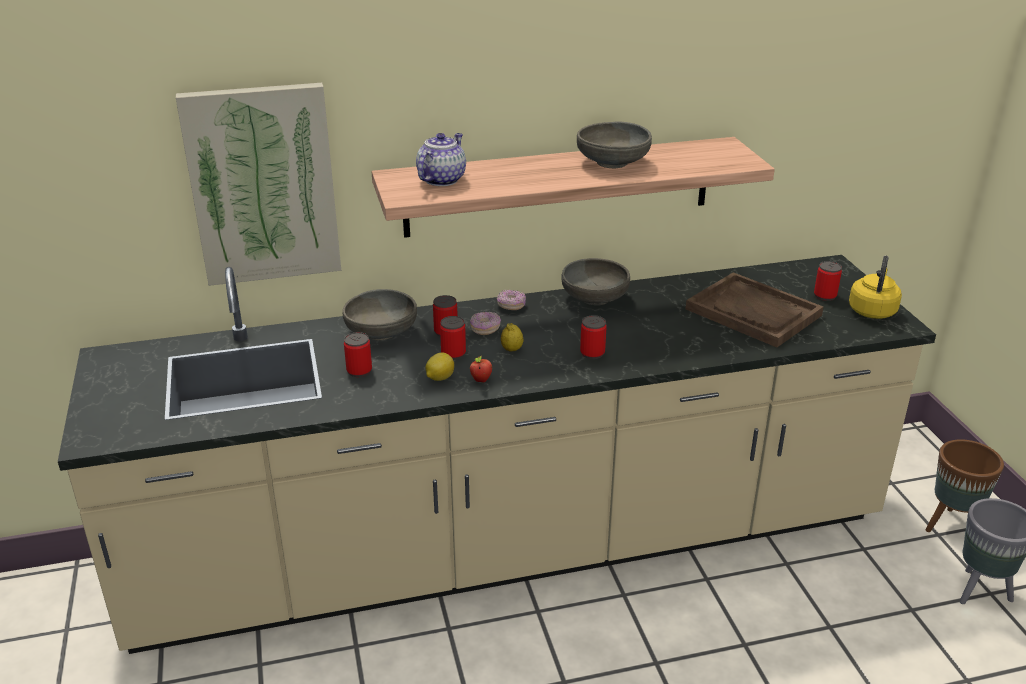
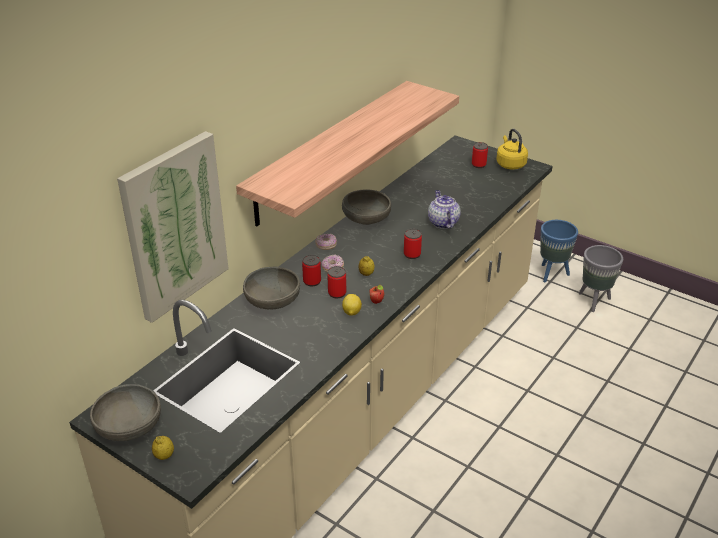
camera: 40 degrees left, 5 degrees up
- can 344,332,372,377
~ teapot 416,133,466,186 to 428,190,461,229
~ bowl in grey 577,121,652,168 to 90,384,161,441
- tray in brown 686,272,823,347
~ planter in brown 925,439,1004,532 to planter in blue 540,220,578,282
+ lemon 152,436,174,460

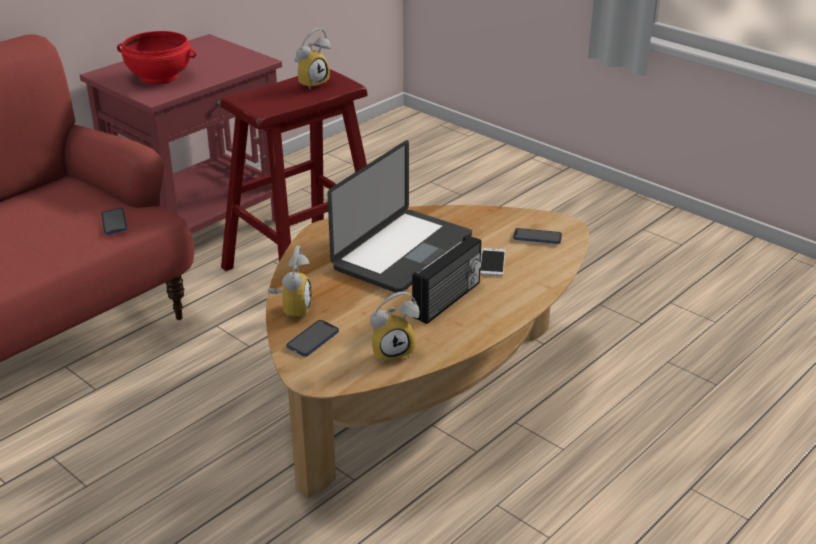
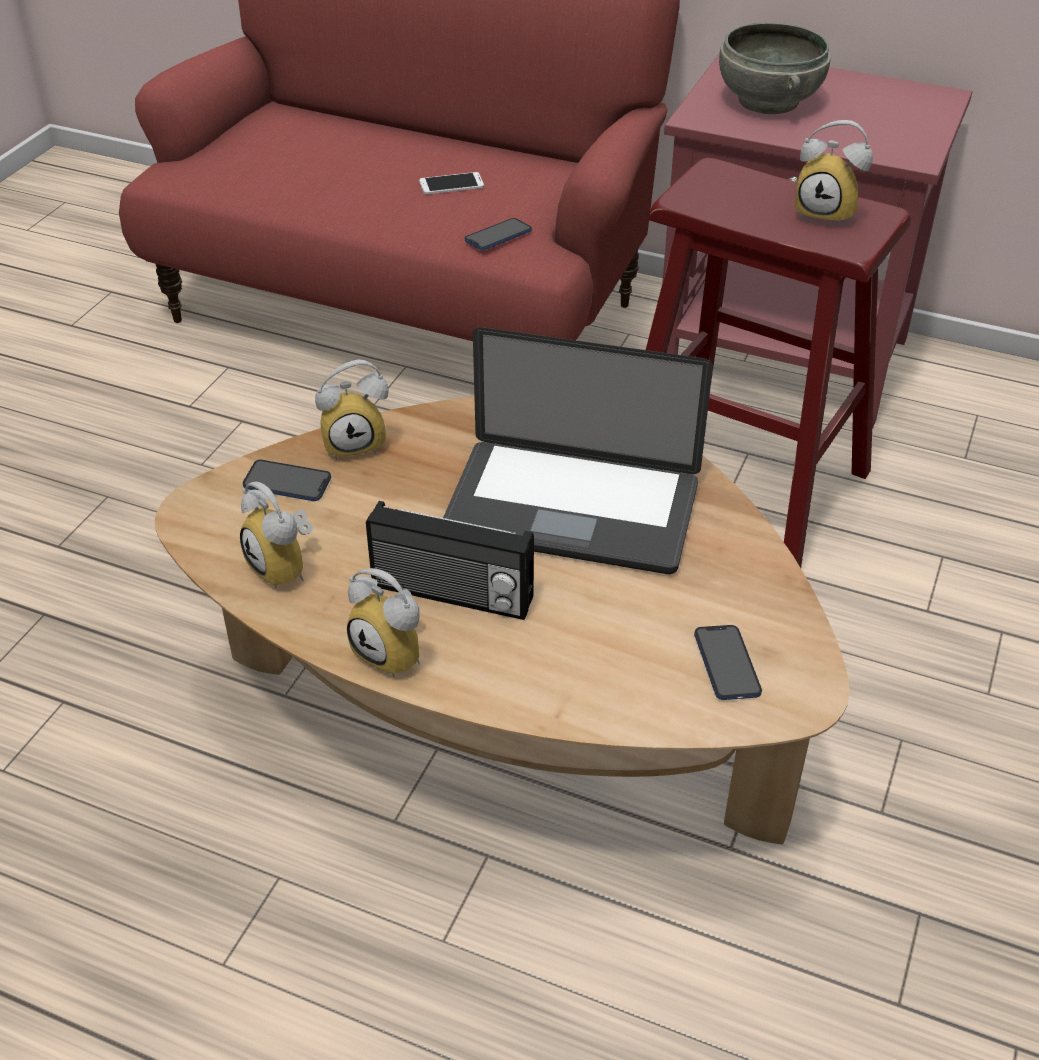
camera: 70 degrees right, 10 degrees up
~ bowl in red 117,31,197,84 to bowl in grey 719,22,830,114
~ phone 480,248,505,276 to 419,172,484,194
+ alarm clock 347,568,420,677

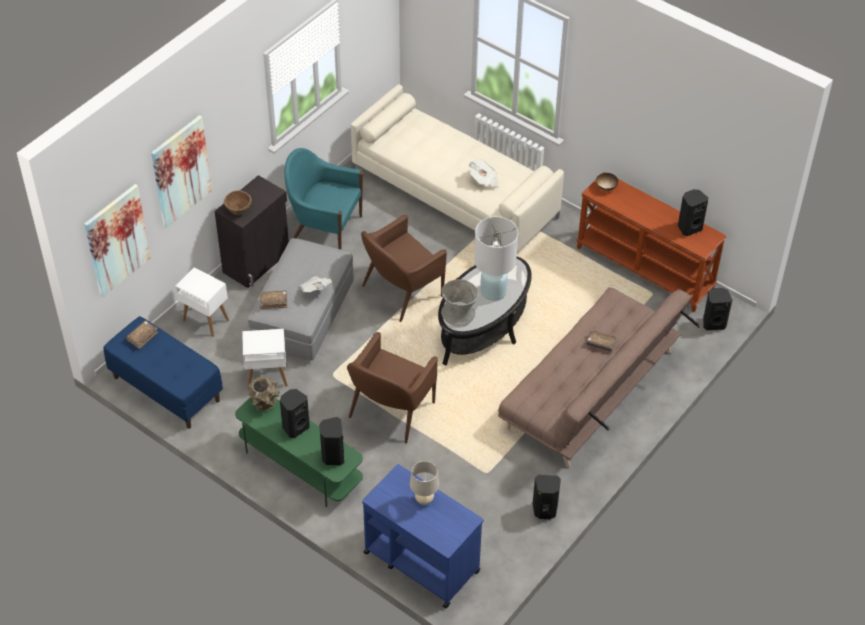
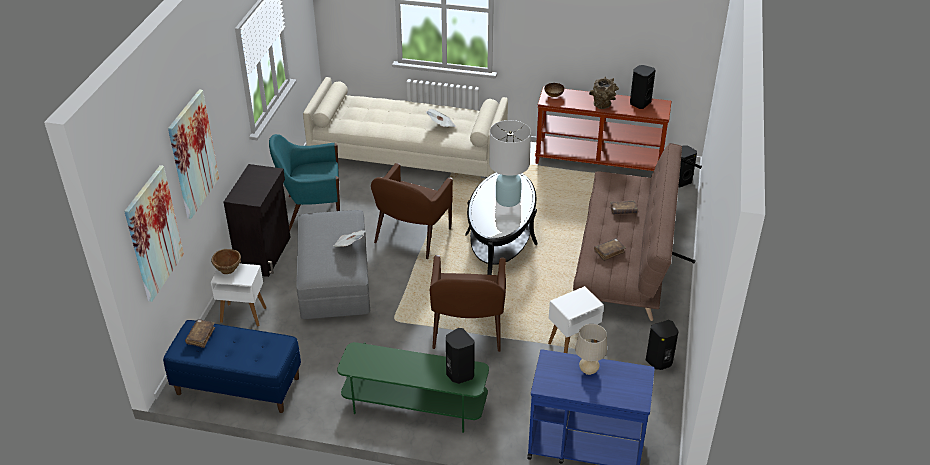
camera: 25 degrees left, 10 degrees down
~ bowl in brown 224,190,252,215 to 211,249,241,274
~ side table in white 242,329,288,389 to 548,286,604,353
~ vase in brown 248,377,280,411 to 589,77,619,109
~ book in brown 260,291,287,309 to 594,238,626,261
- speaker in black 280,389,310,438
- vase in grey 441,279,479,326

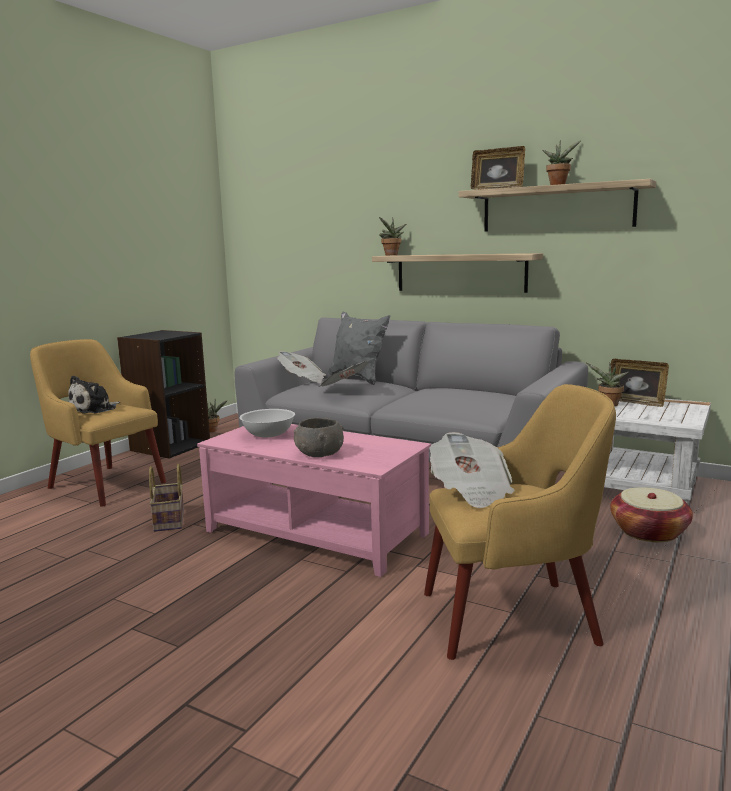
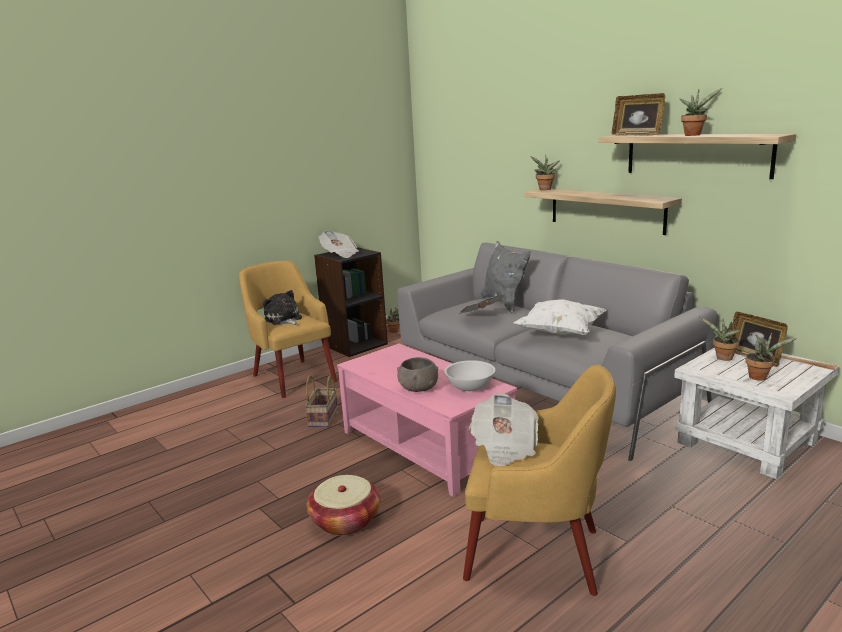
camera: 20 degrees right, 5 degrees up
~ plush toy 68,376,120,414 = 263,290,302,325 90 degrees clockwise
~ bowl in white 240,409,295,437 to 444,360,495,391
~ newspaper 278,351,326,383 to 318,231,359,258
~ basket 610,487,693,542 to 307,475,381,536
+ pillow in white 514,300,607,335
+ potted plant 745,332,797,381

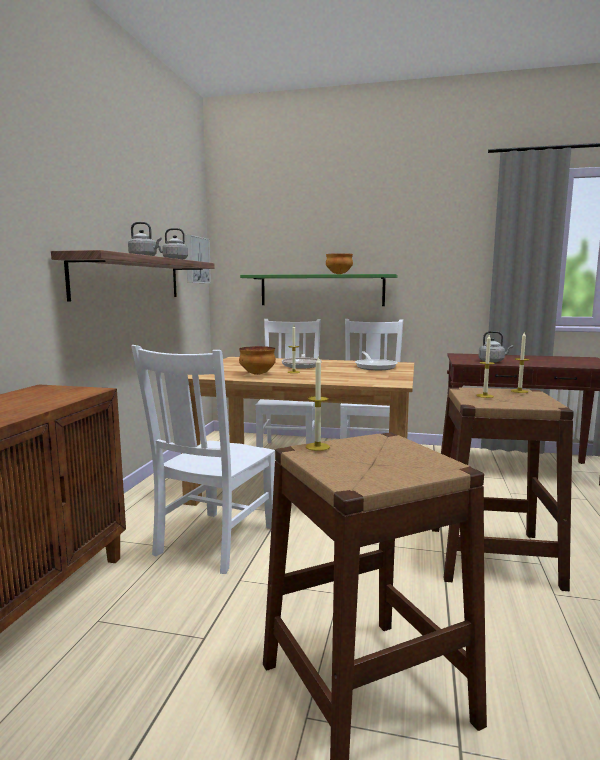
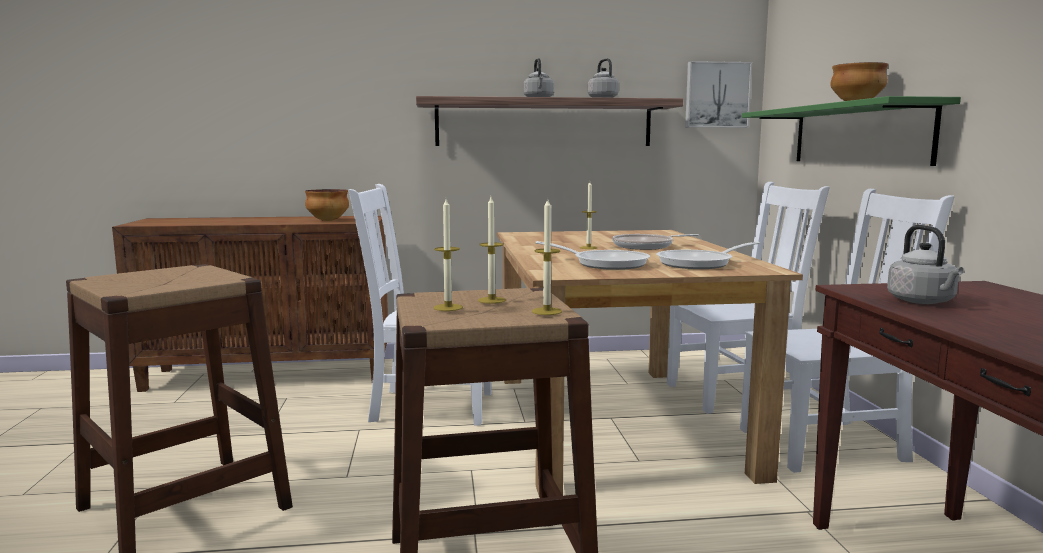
camera: 70 degrees right, 0 degrees up
~ bowl 239,346,276,375 to 305,189,349,221
~ candle 306,357,330,451 to 433,199,463,311
+ frying pan 535,241,650,270

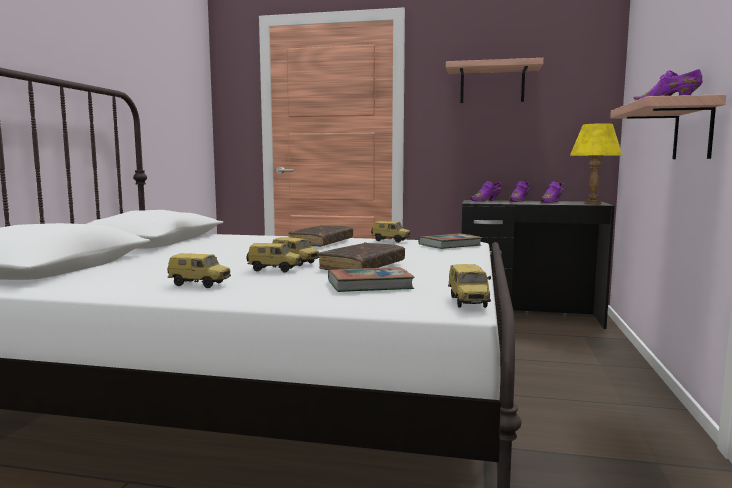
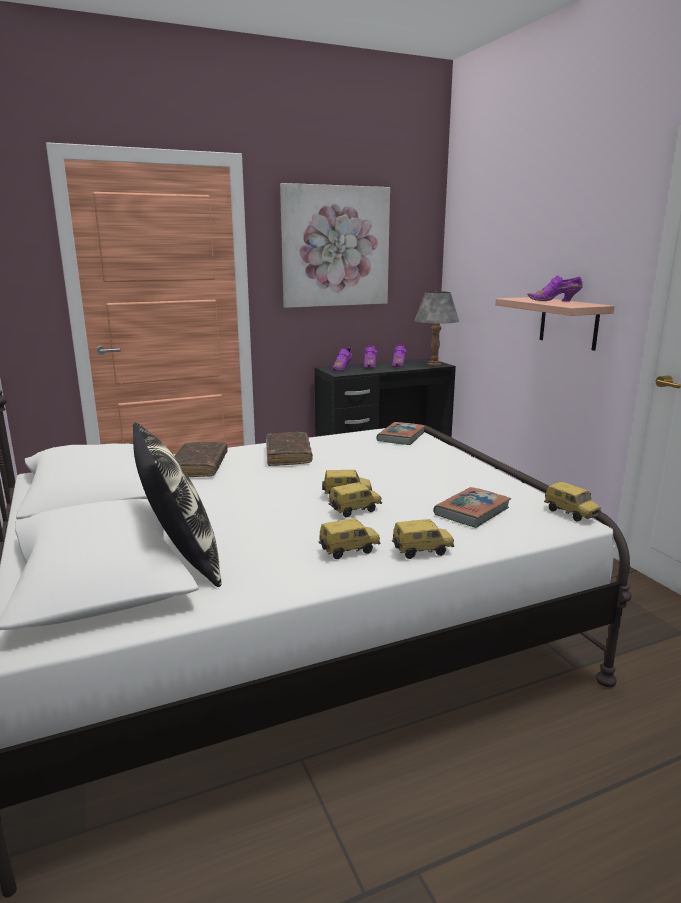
camera: 35 degrees left, 10 degrees up
~ book in brown 319,242,405,270 to 175,442,228,477
~ toy car 371,221,411,243 to 392,519,454,559
~ shelf 446,58,544,103 to picture 280,183,390,308
~ table lamp in yellow 570,123,622,204 to table lamp in grey 414,291,459,366
+ pillow 133,422,222,587

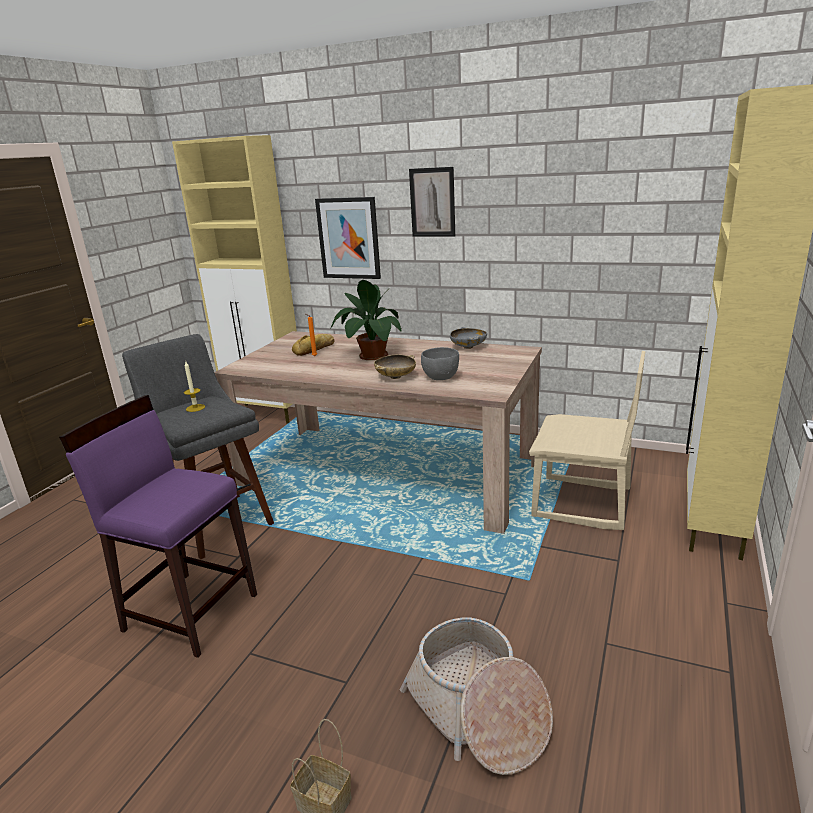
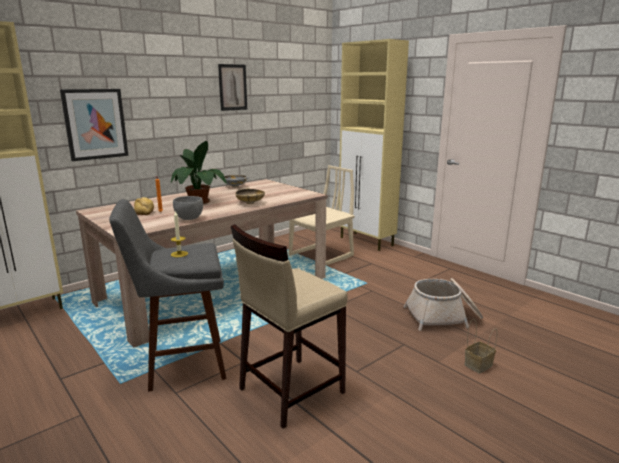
camera: 65 degrees left, 5 degrees down
~ stool in purple 59,395,257,658 to stool in beige 231,224,348,428
~ picture 409,167,455,237 to 218,64,247,111
~ bowl in grey 421,347,459,380 to 173,196,203,220

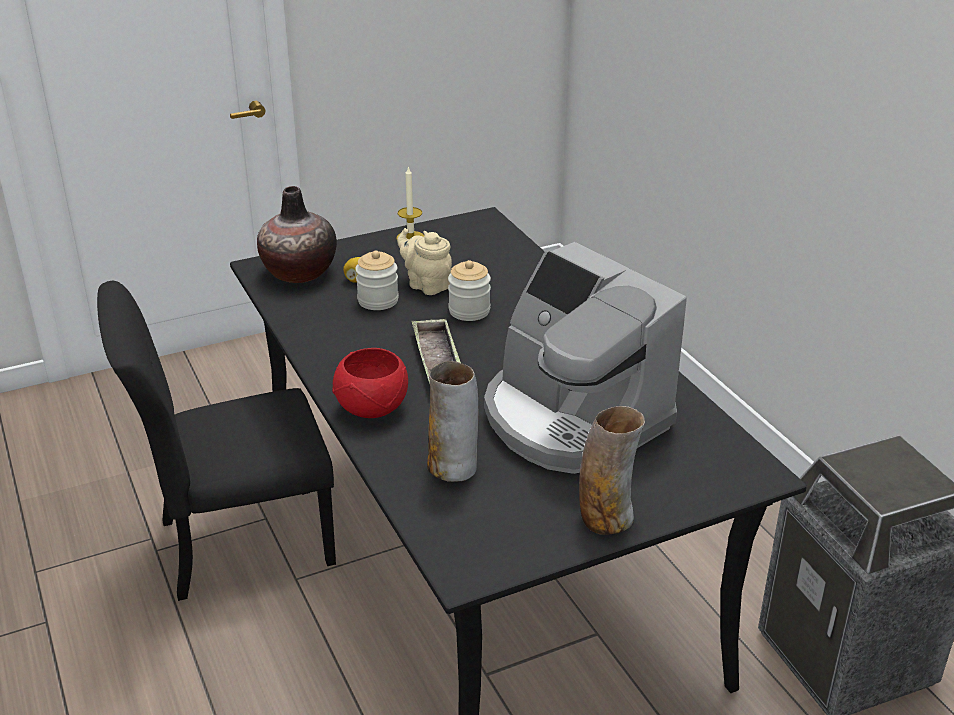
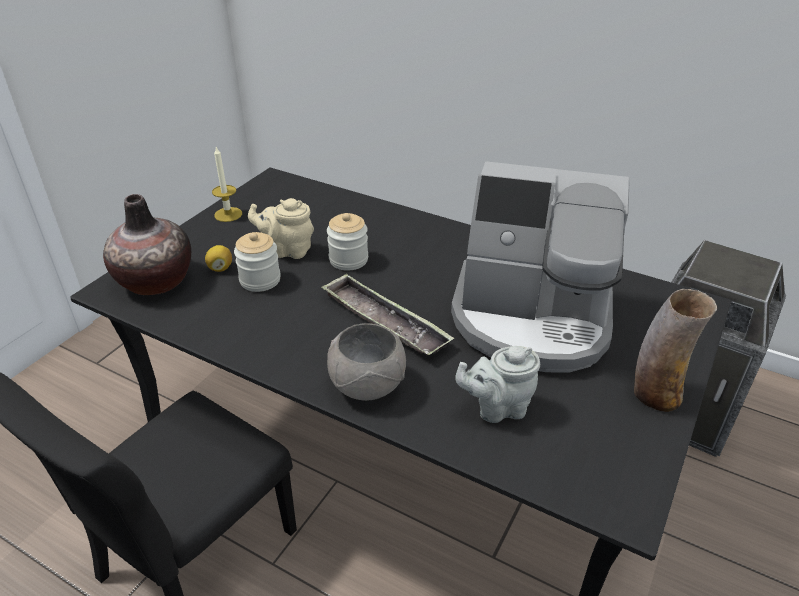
camera: 35 degrees left, 5 degrees up
~ bowl in red 332,348,408,418 to bowl in grey 327,323,406,401
~ vase 427,361,478,482 to teapot in grey 455,346,540,423

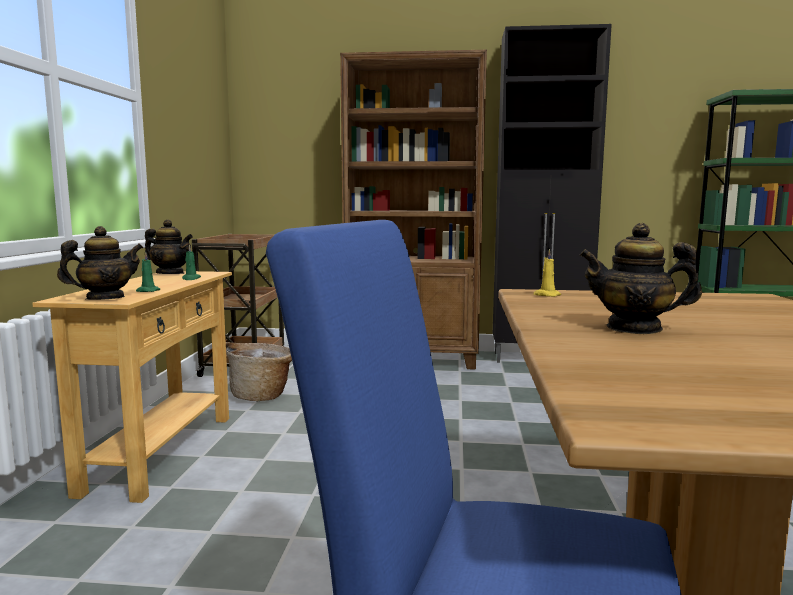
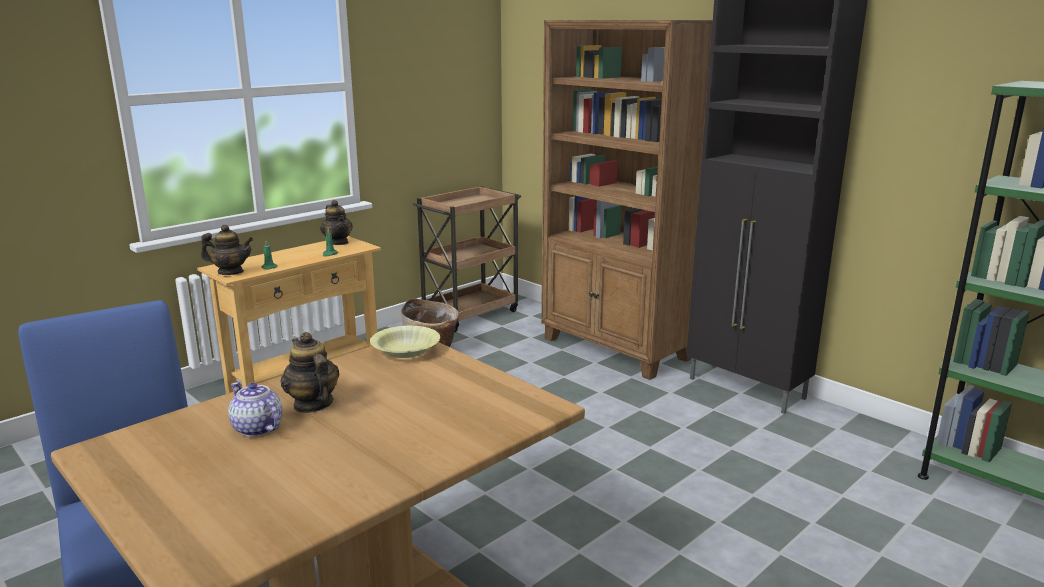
camera: 40 degrees right, 10 degrees up
~ candle in yellow 533,249,561,297 to bowl in yellow 370,326,440,358
+ teapot 228,382,282,437

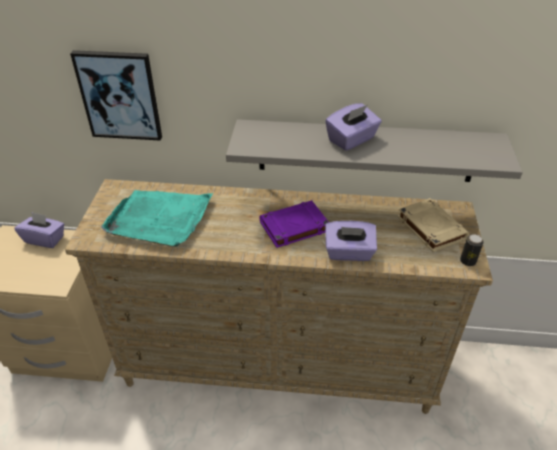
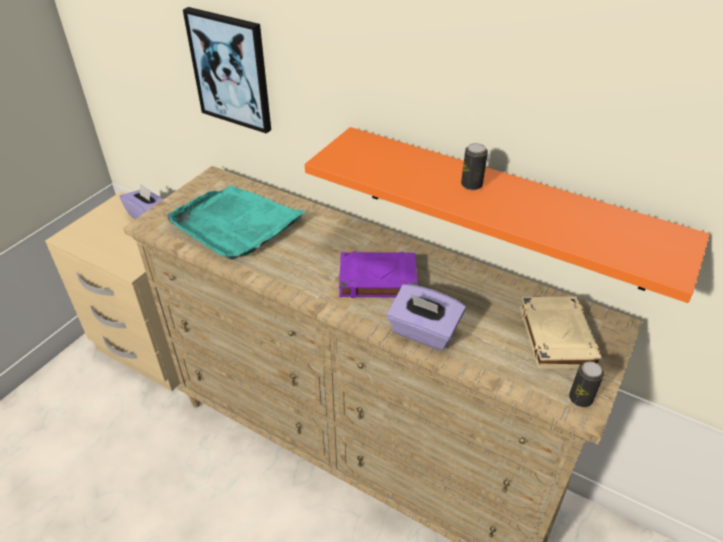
camera: 25 degrees right, 0 degrees up
~ shelf in grey 226,119,523,182 to shelf in orange 305,127,710,303
~ tissue box in purple 326,103,382,151 to can 461,143,488,190

